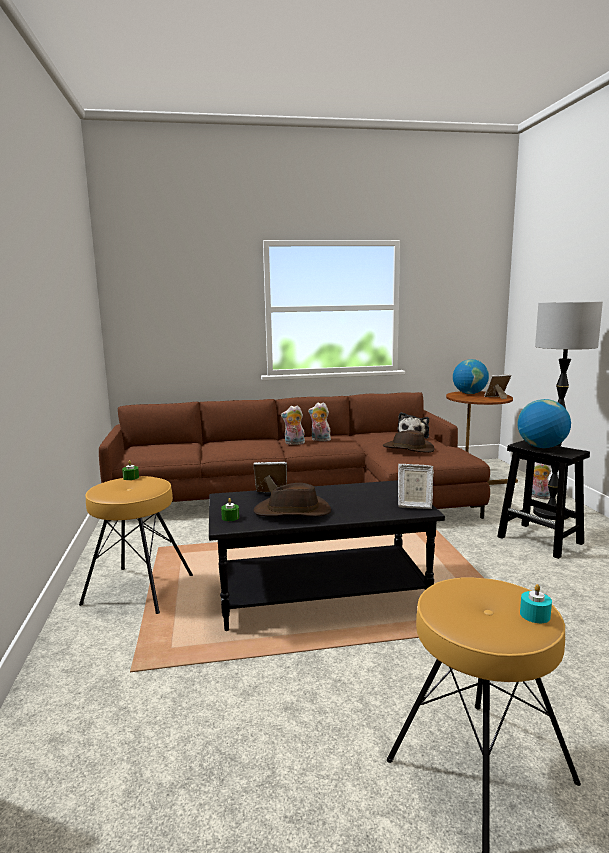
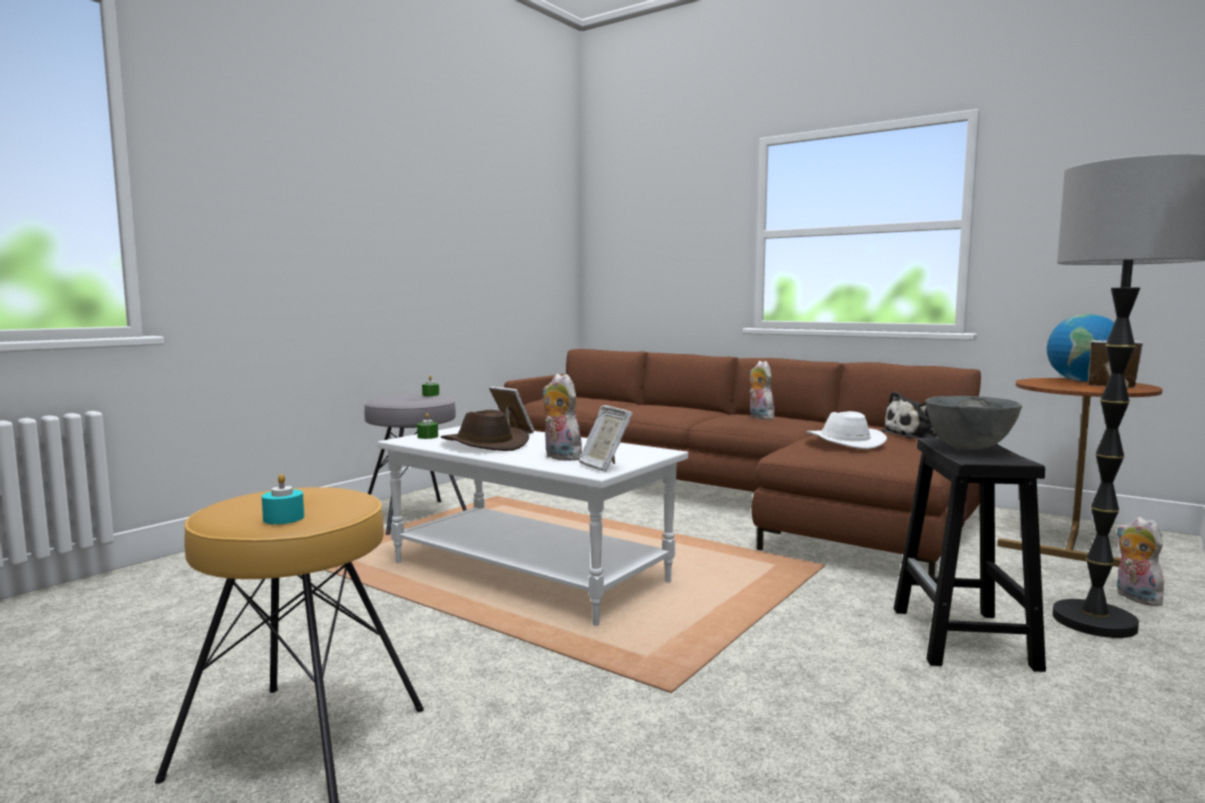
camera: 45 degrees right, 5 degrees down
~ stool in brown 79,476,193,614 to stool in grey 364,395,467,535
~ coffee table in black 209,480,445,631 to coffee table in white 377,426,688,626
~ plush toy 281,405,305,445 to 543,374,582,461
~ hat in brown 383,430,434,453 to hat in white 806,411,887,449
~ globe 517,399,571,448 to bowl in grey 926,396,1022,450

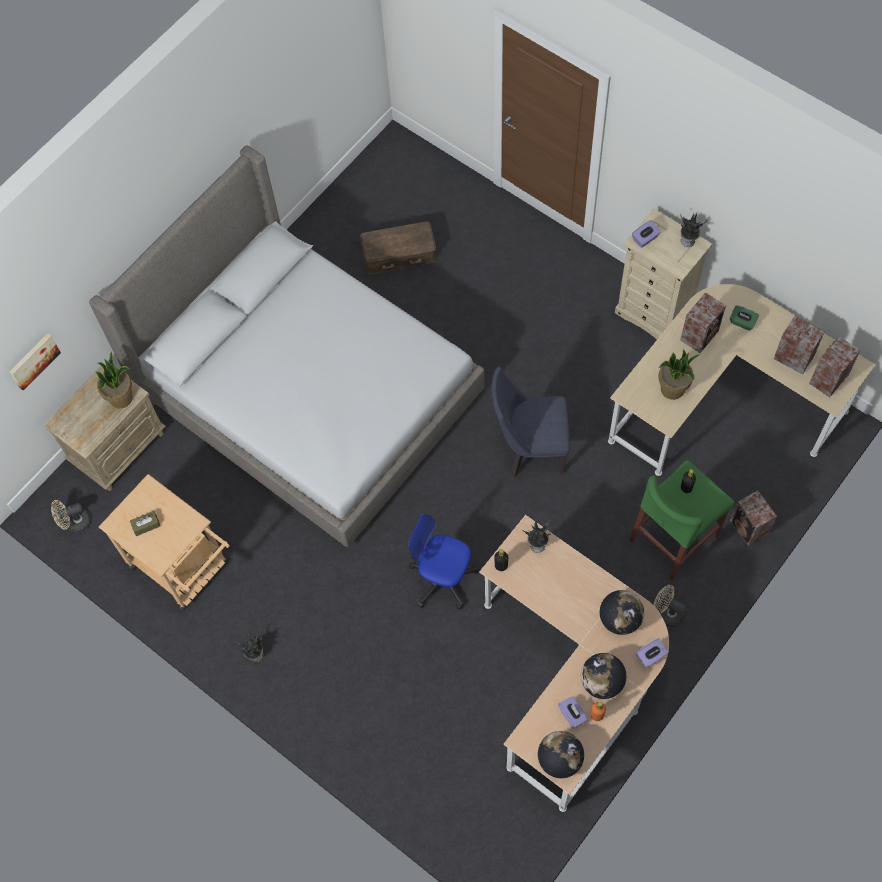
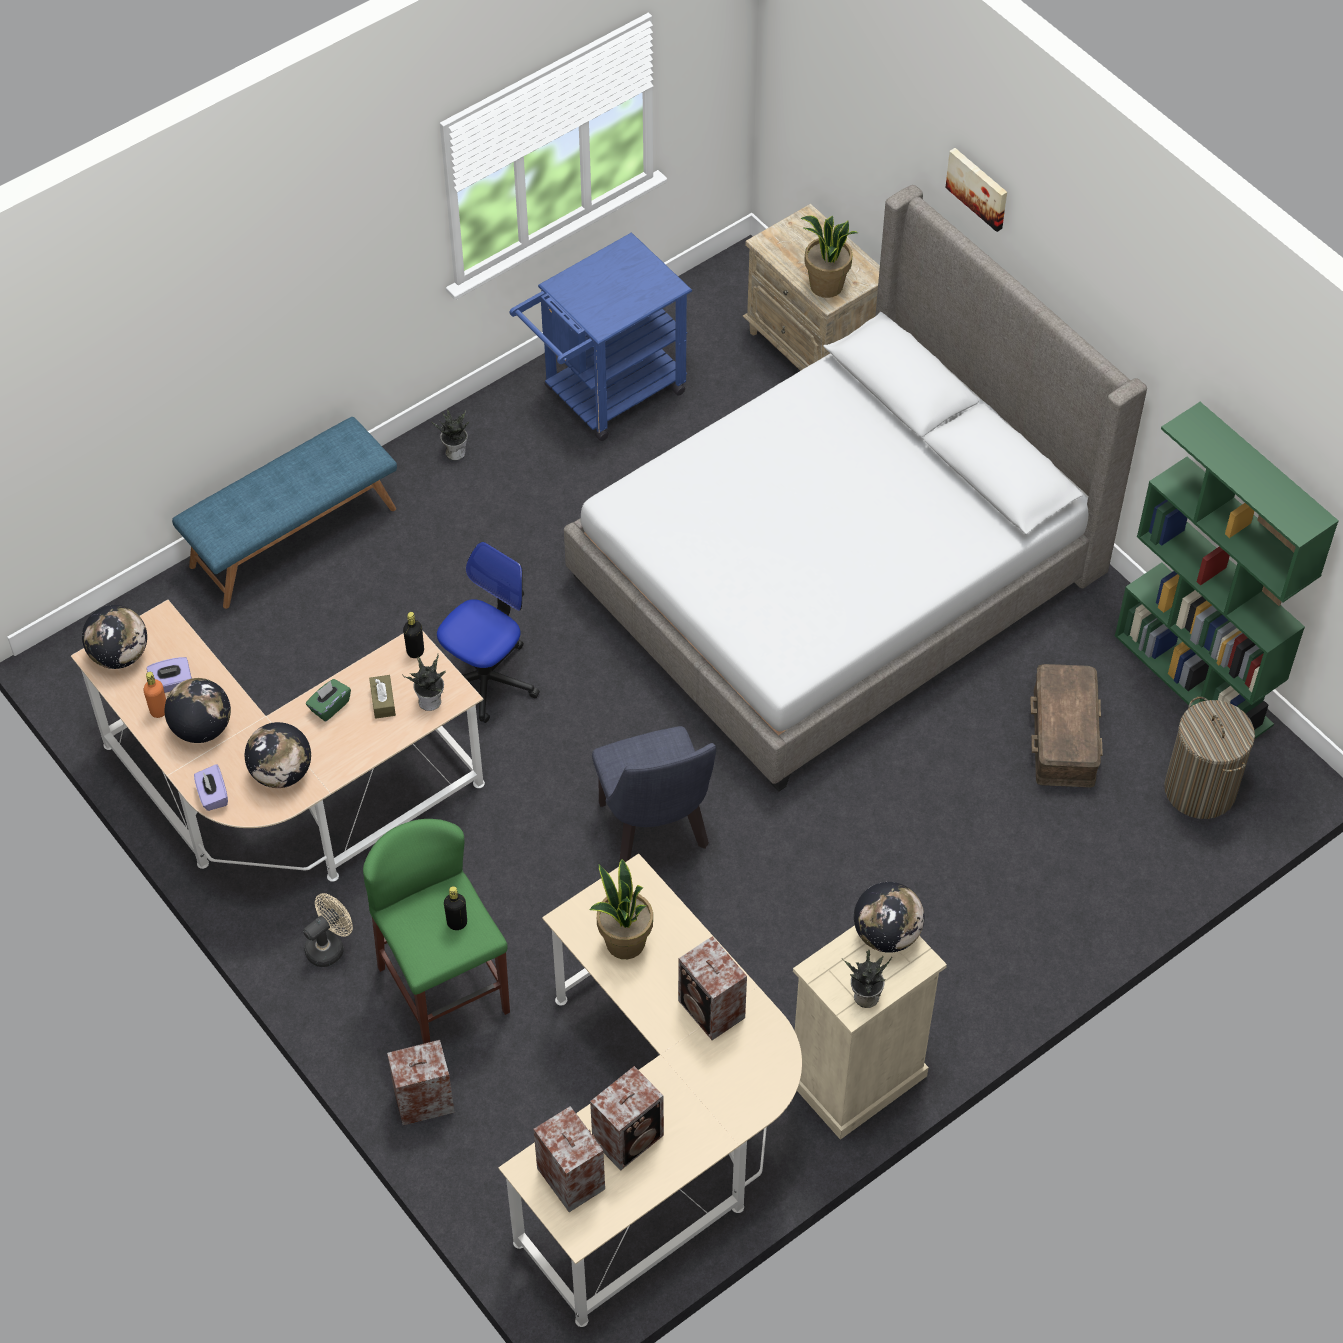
camera: 100 degrees right, 10 degrees down
~ picture 9,333,61,390 to 945,148,1007,232
- fan in beige 51,500,91,532
~ cart in beige 99,474,230,611 to cart in blue 509,232,692,441
~ tissue box in brown 130,511,160,536 to 369,675,396,719
~ chair in blue 492,367,570,478 = 592,726,716,863 150 degrees clockwise
~ tissue box in purple 632,220,660,248 to globe 854,882,924,953
~ tissue box in green 730,305,759,331 to 306,679,351,721
+ bench in blue 172,417,397,609
+ bookcase in green 1115,402,1339,739
+ laundry basket 1164,697,1255,819

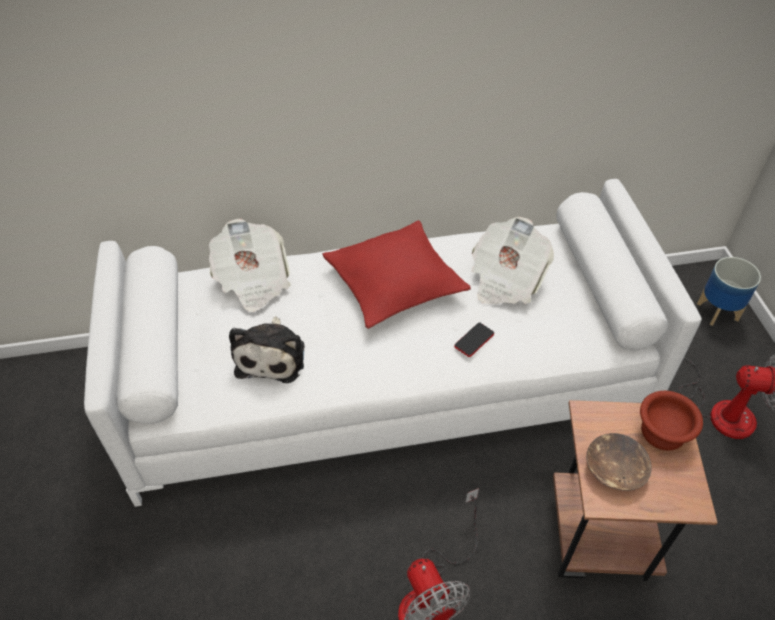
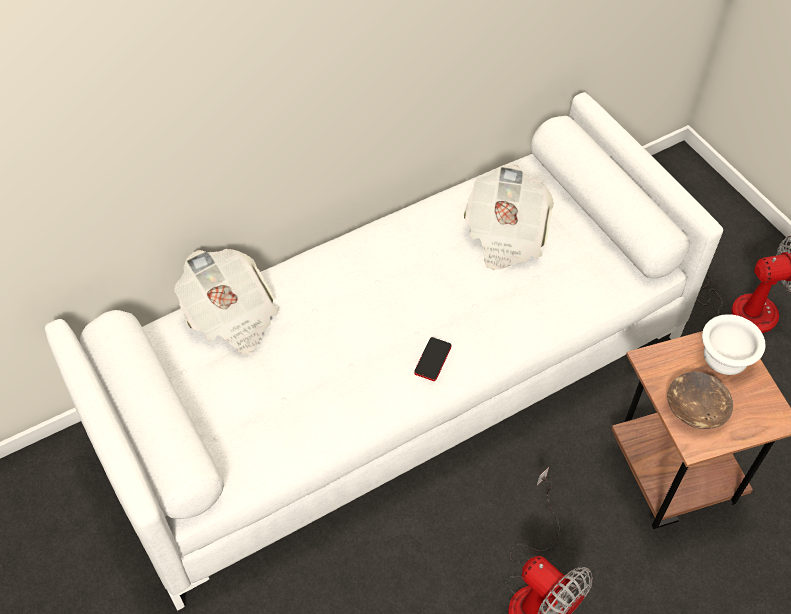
camera: 20 degrees left, 5 degrees up
- plush toy 229,316,304,383
- pillow in red 322,220,471,329
~ phone 454,323,494,357 to 414,337,451,381
~ bowl in brown 640,391,703,451 to bowl in white 702,314,765,375
- planter 697,257,761,326

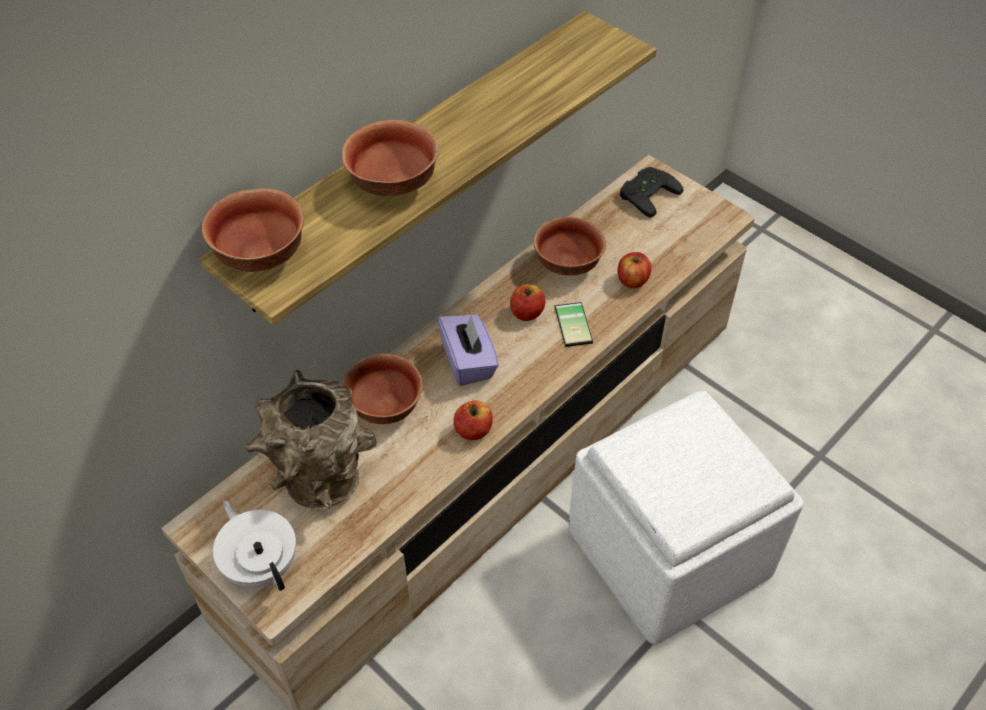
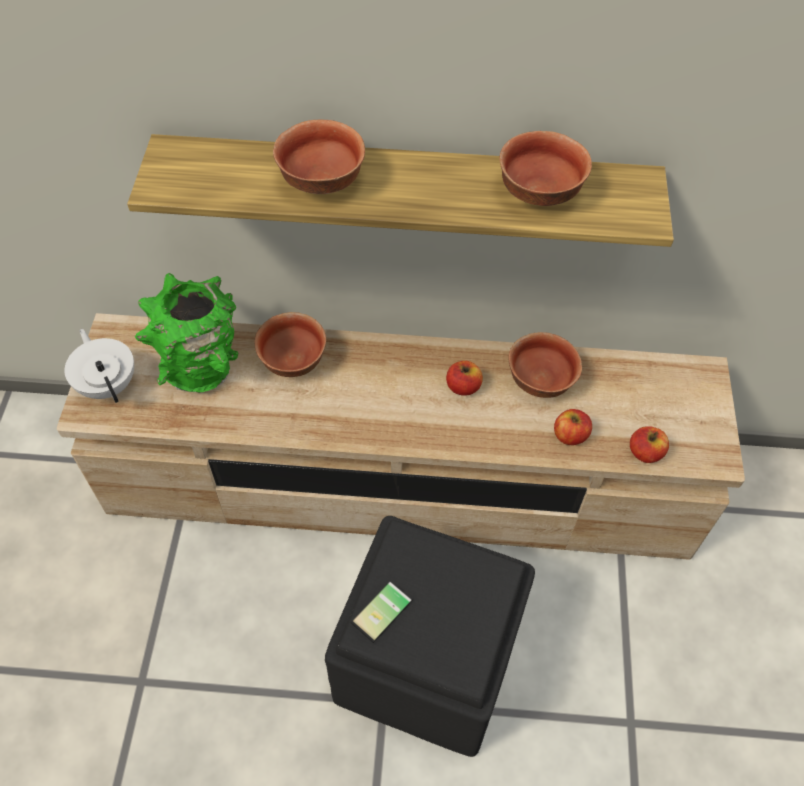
camera: 50 degrees right, 5 degrees up
~ bowl 202,188,304,272 to 500,131,592,206
~ teapot in white 213,500,296,591 = 64,329,134,403 45 degrees counterclockwise
~ vase in brown 246,370,377,509 to vase in green 135,273,239,393
- tissue box in purple 437,314,499,386
~ apple 453,400,493,440 to 630,426,669,463
~ phone 555,302,593,347 to 351,581,413,643
~ ottoman in white 568,390,804,644 to ottoman in black 325,516,535,757
- game controller in black 620,167,683,218

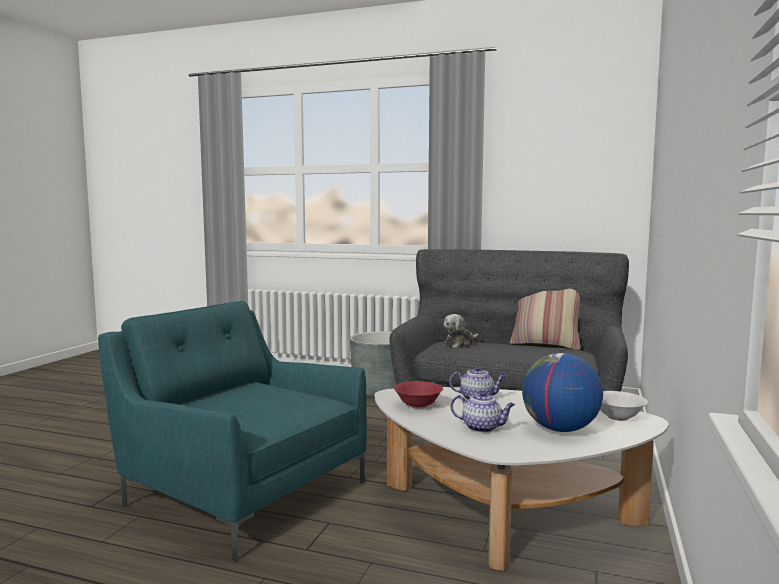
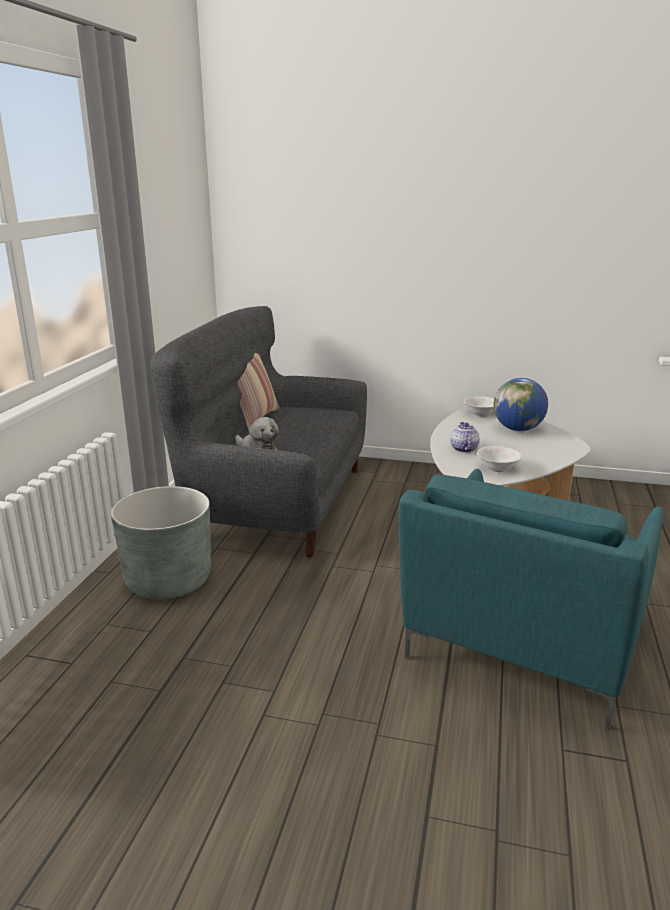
camera: 95 degrees left, 15 degrees up
~ bowl in red 394,381,443,409 to bowl in white 477,446,521,472
- teapot 451,391,515,433

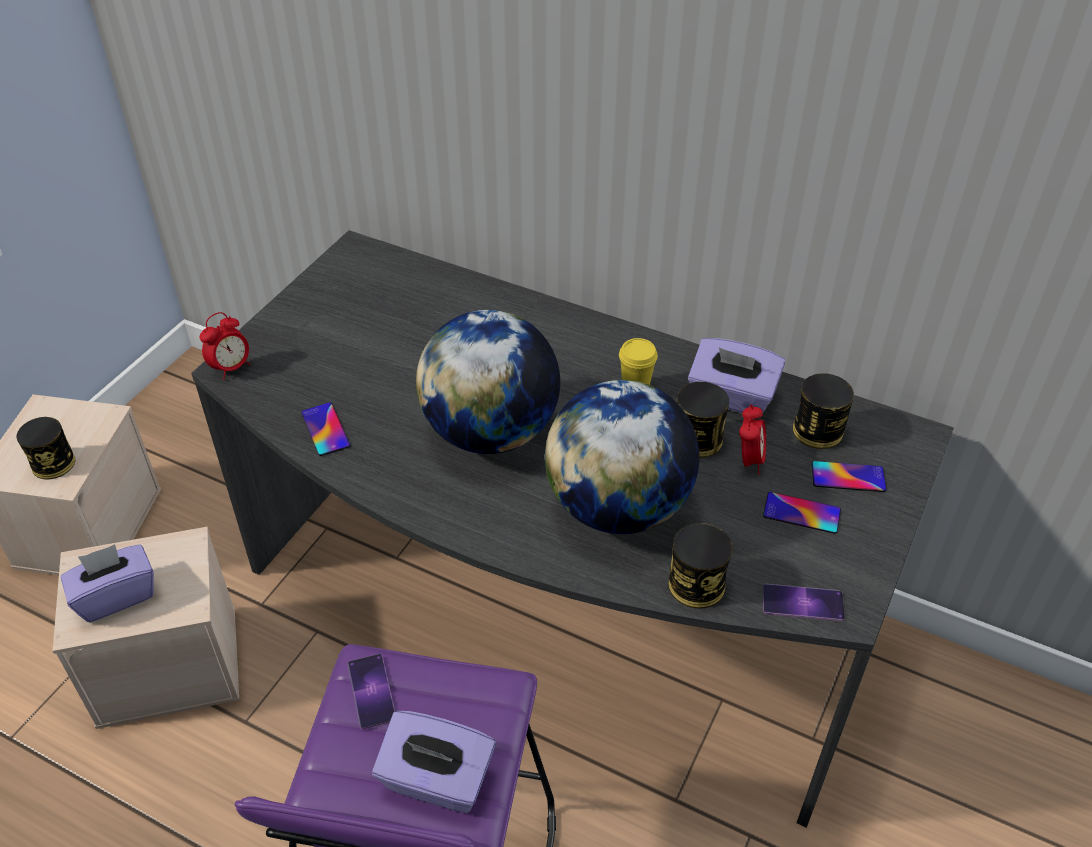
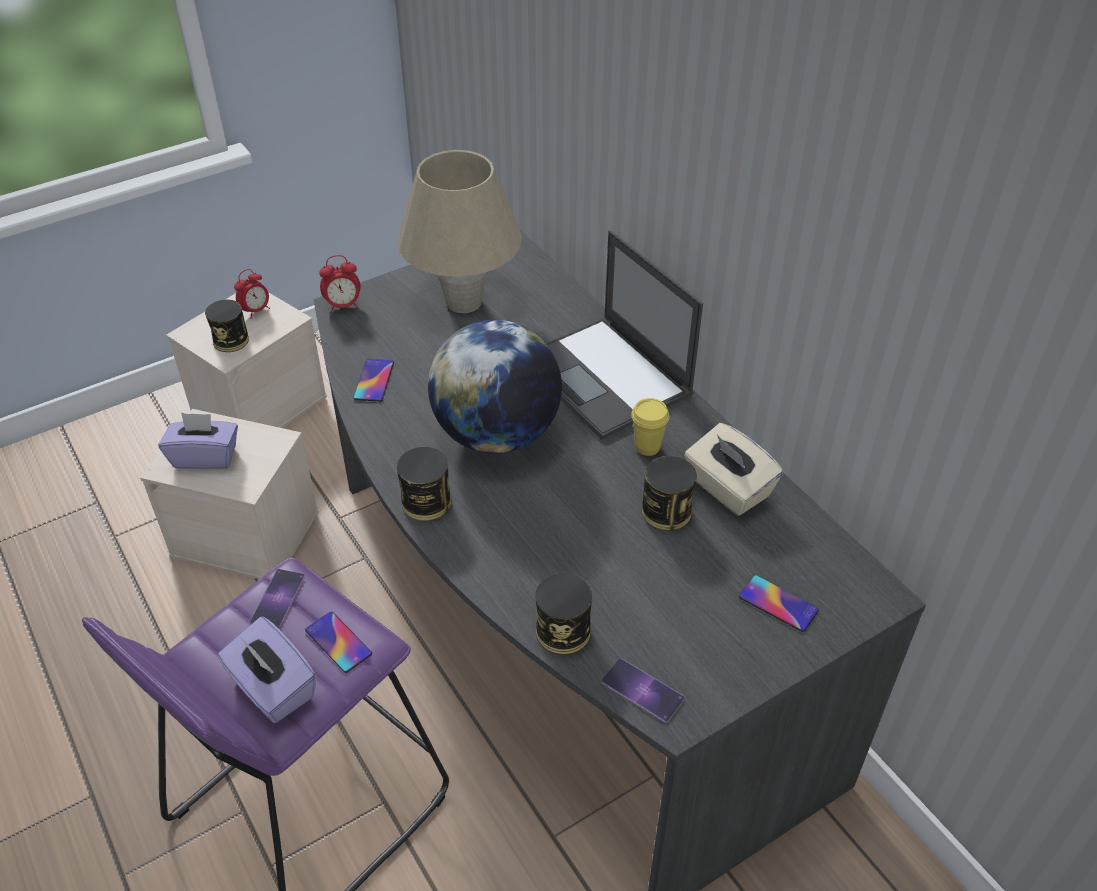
camera: 30 degrees right, 0 degrees up
- globe 545,380,699,534
~ tissue box in purple 688,338,785,413 to tissue box in beige 684,423,783,516
~ alarm clock 739,404,766,474 to 234,269,270,319
~ phone 763,492,841,534 to 305,612,372,673
~ can 792,373,854,449 to 397,447,451,521
+ table lamp in beige 397,150,522,313
+ laptop 546,230,703,440

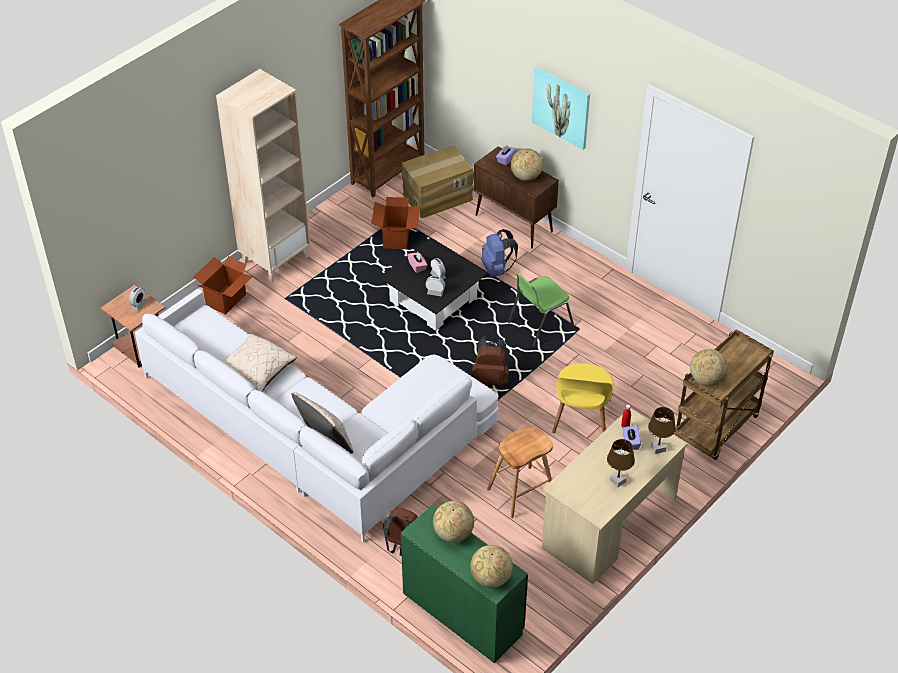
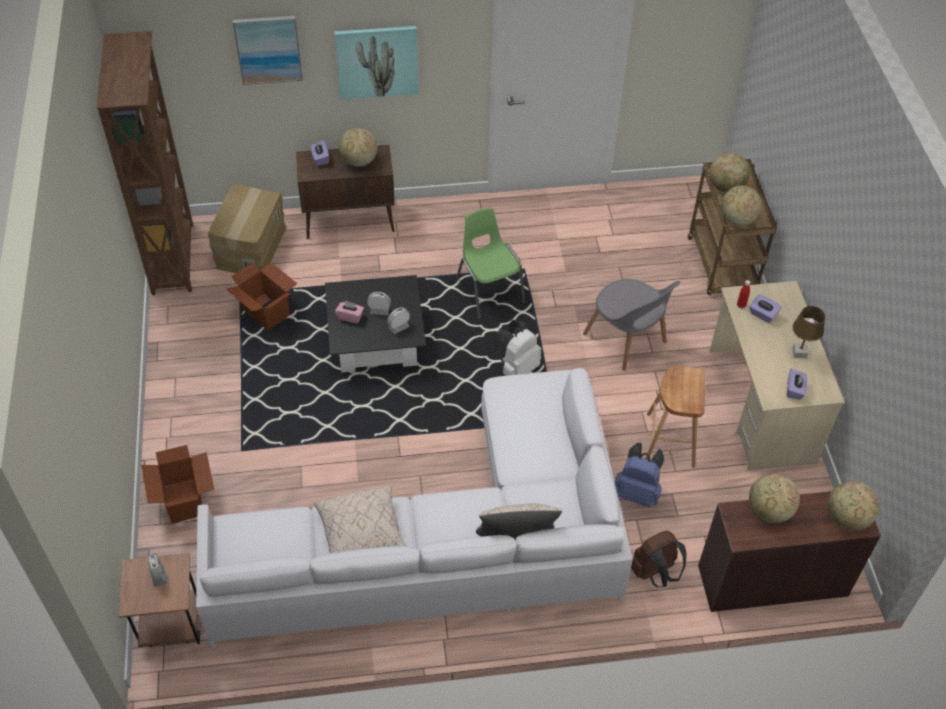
camera: 50 degrees left, 5 degrees up
- bookcase in beige 216,69,310,283
~ desk in green 401,505,528,663 to desk in brown 698,491,881,612
~ backpack in brown 472,336,509,386 to backpack in white 496,320,541,376
~ backpack in blue 481,229,518,277 to 615,443,664,507
~ chair in green 508,272,574,347 = 456,207,525,319 150 degrees clockwise
~ chair in yellow 552,363,613,433 to chair in grey 583,279,680,371
- table lamp in brown 648,407,676,454
+ picture 233,16,303,85
+ globe 709,153,750,192
+ tissue box in purple 787,368,807,400

